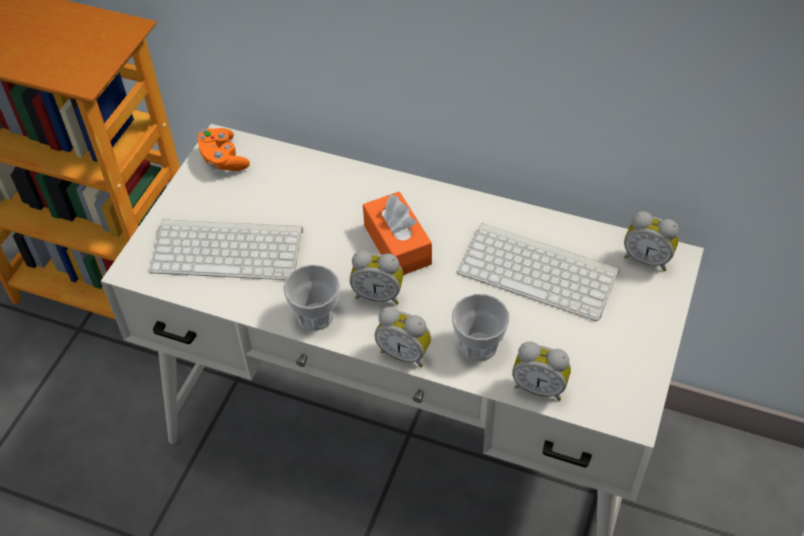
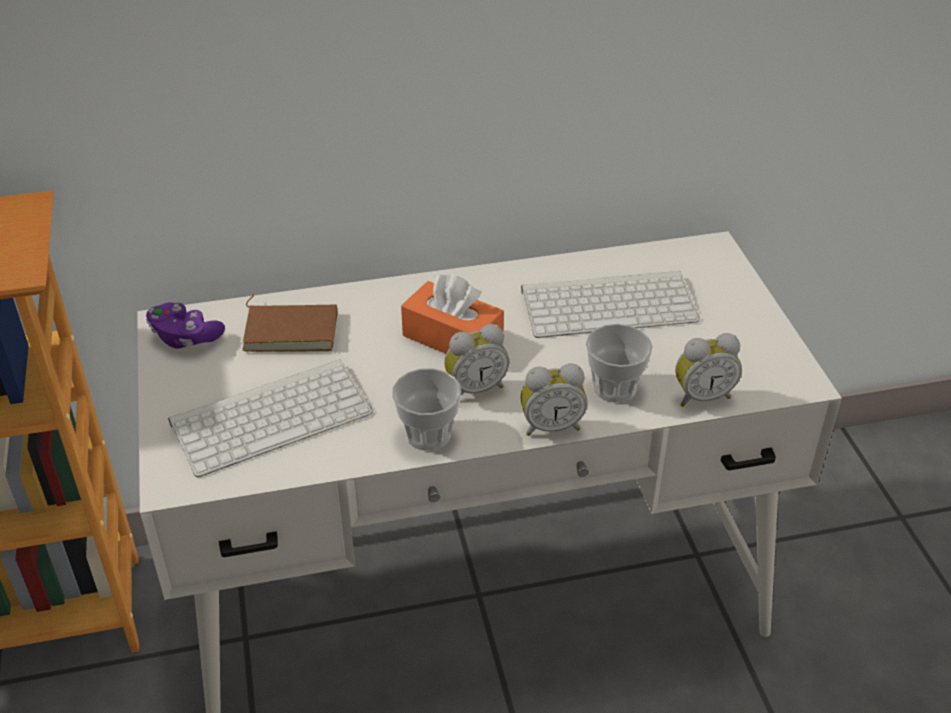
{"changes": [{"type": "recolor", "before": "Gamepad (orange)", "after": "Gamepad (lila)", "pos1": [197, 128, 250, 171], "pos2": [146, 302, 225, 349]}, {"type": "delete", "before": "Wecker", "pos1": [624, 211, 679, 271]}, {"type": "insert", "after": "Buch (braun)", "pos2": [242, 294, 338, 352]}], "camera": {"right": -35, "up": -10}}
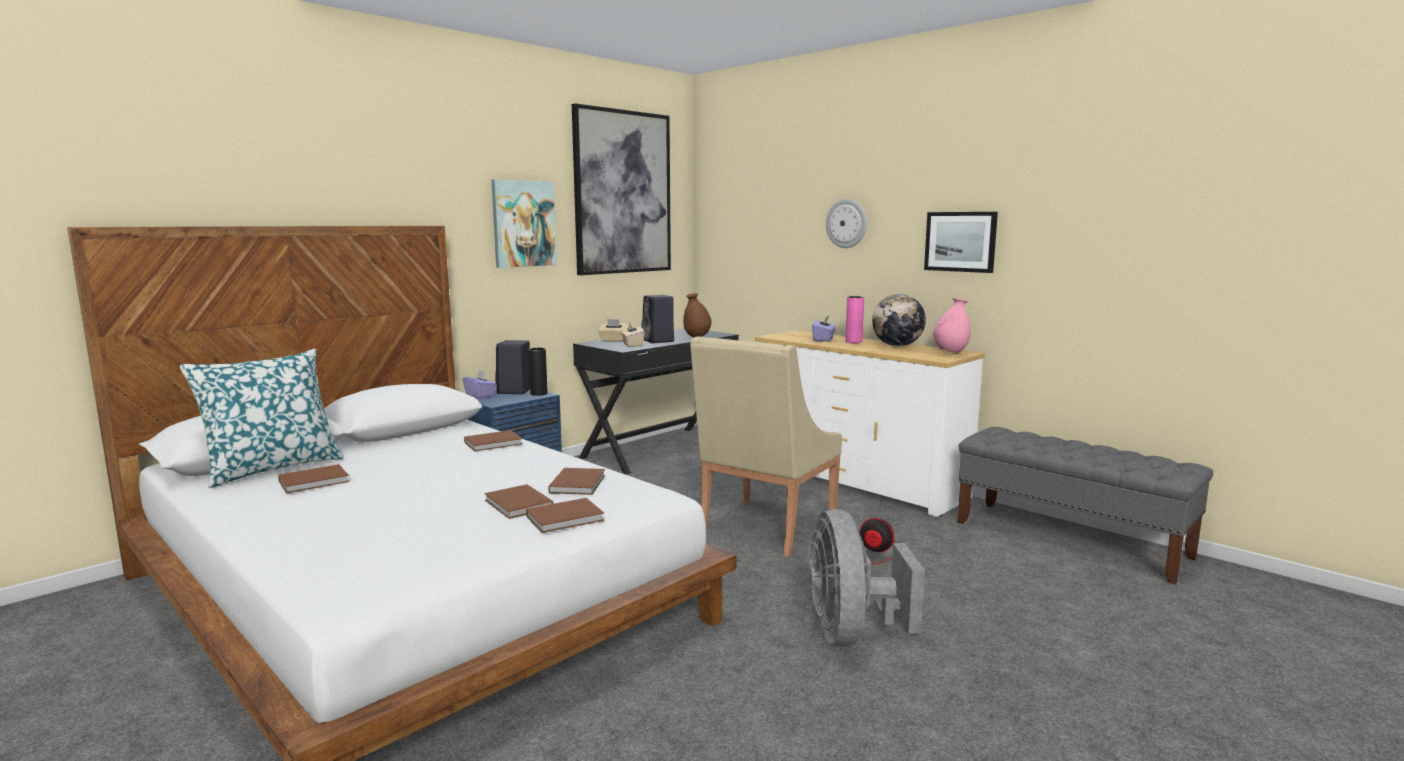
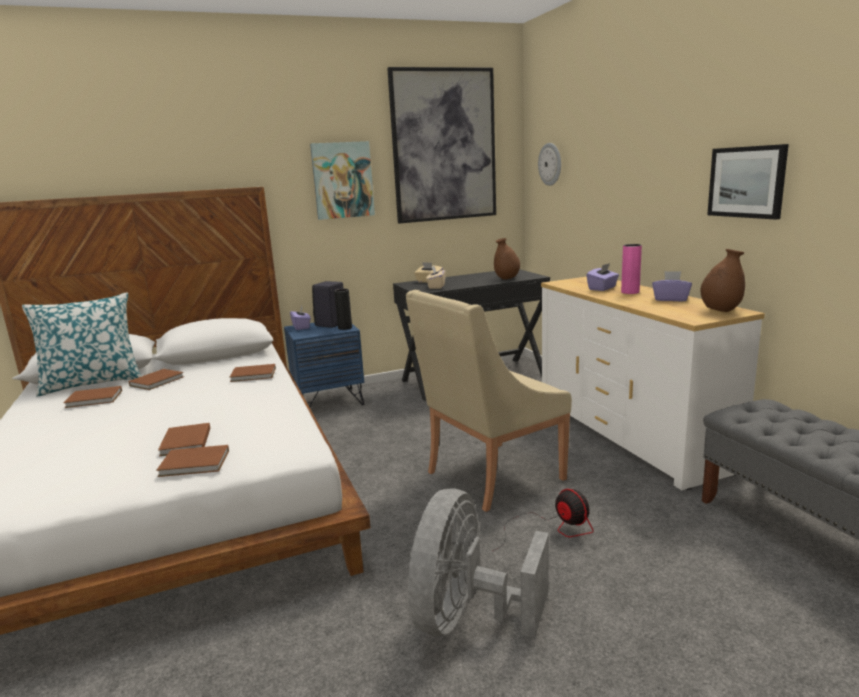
{"changes": [{"type": "move", "before": "Buch (braun)", "pos1": [548, 468, 605, 495], "pos2": [129, 369, 184, 390]}, {"type": "delete", "before": "Lautsprecher (schwarz)", "pos1": [642, 295, 674, 343]}, {"type": "move", "before": "Wanduhr", "pos1": [826, 199, 867, 248], "pos2": [538, 143, 561, 186]}, {"type": "replace", "before": "Globus", "after": "Taschentuchbox (lila)", "pos1": [872, 294, 926, 346], "pos2": [652, 271, 692, 301]}, {"type": "recolor", "before": "Vase (rosa)", "after": "Vase (braun)", "pos1": [933, 298, 970, 353], "pos2": [700, 249, 745, 312]}], "camera": {"right": 25, "up": 5}}
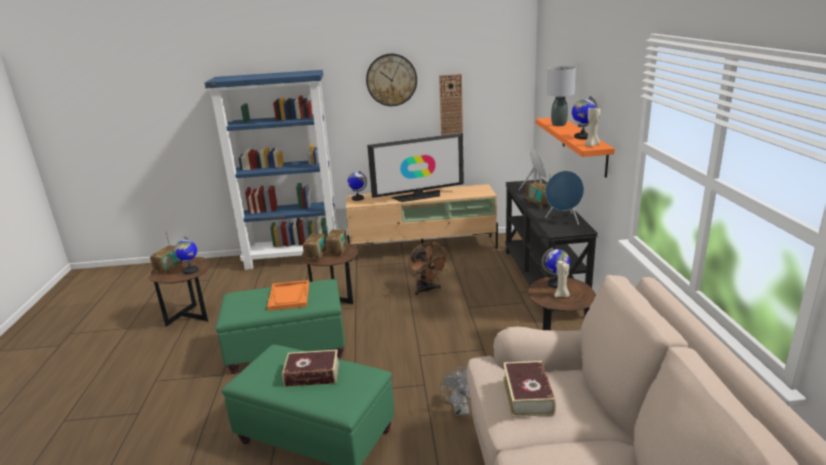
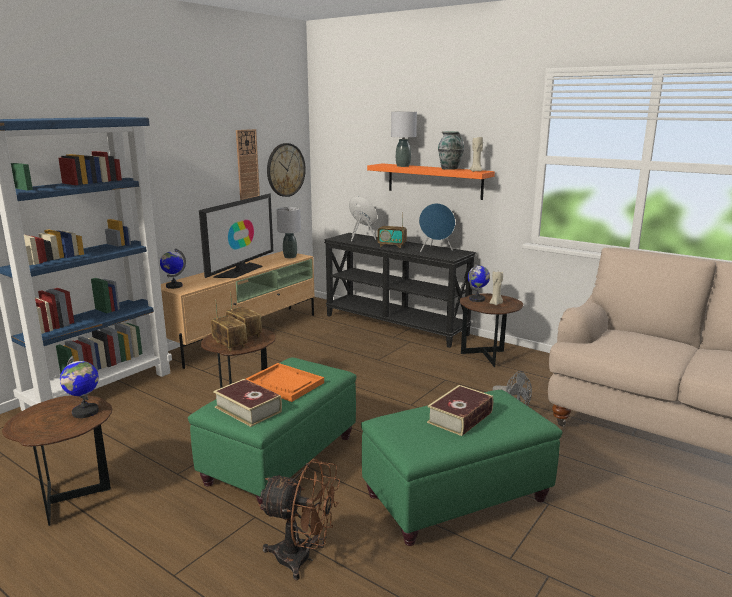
{"changes": [{"type": "delete", "before": "Radio", "pos1": [150, 233, 183, 274]}, {"type": "move", "before": "Wanduhr", "pos1": [366, 54, 417, 106], "pos2": [267, 143, 306, 197]}, {"type": "move", "before": "Ventilator (braun)", "pos1": [408, 242, 449, 295], "pos2": [258, 459, 340, 580]}, {"type": "move", "before": "Buch", "pos1": [503, 361, 556, 417], "pos2": [213, 379, 282, 427]}, {"type": "replace", "before": "Globus", "after": "Vase", "pos1": [572, 96, 598, 139], "pos2": [438, 132, 464, 170]}, {"type": "insert", "after": "Tischlampe (grau)", "pos2": [276, 207, 301, 258]}], "camera": {"right": -50, "up": -5}}
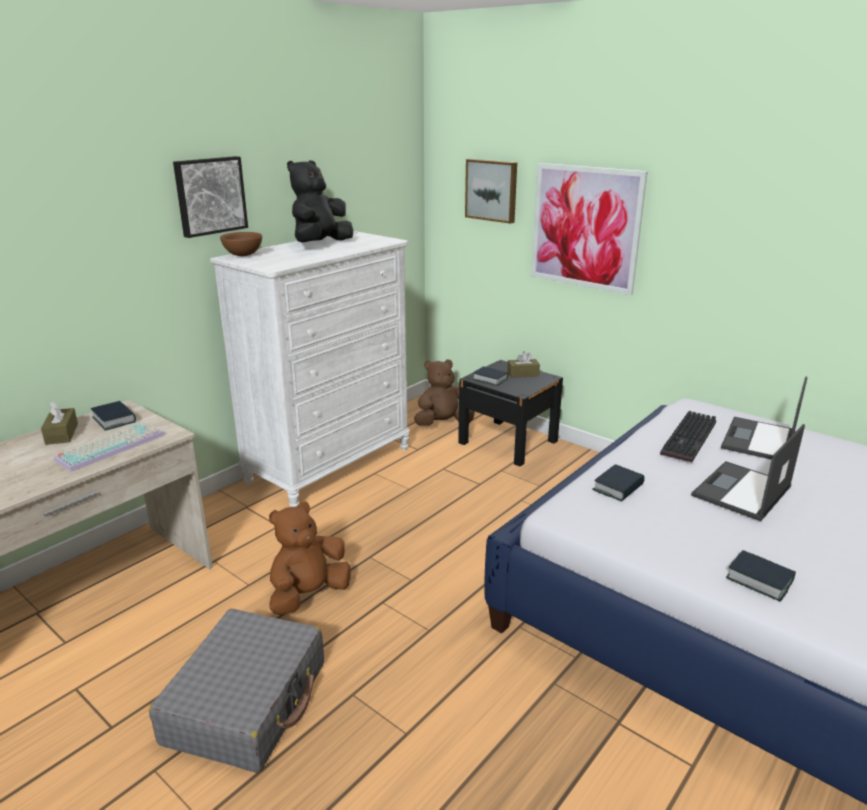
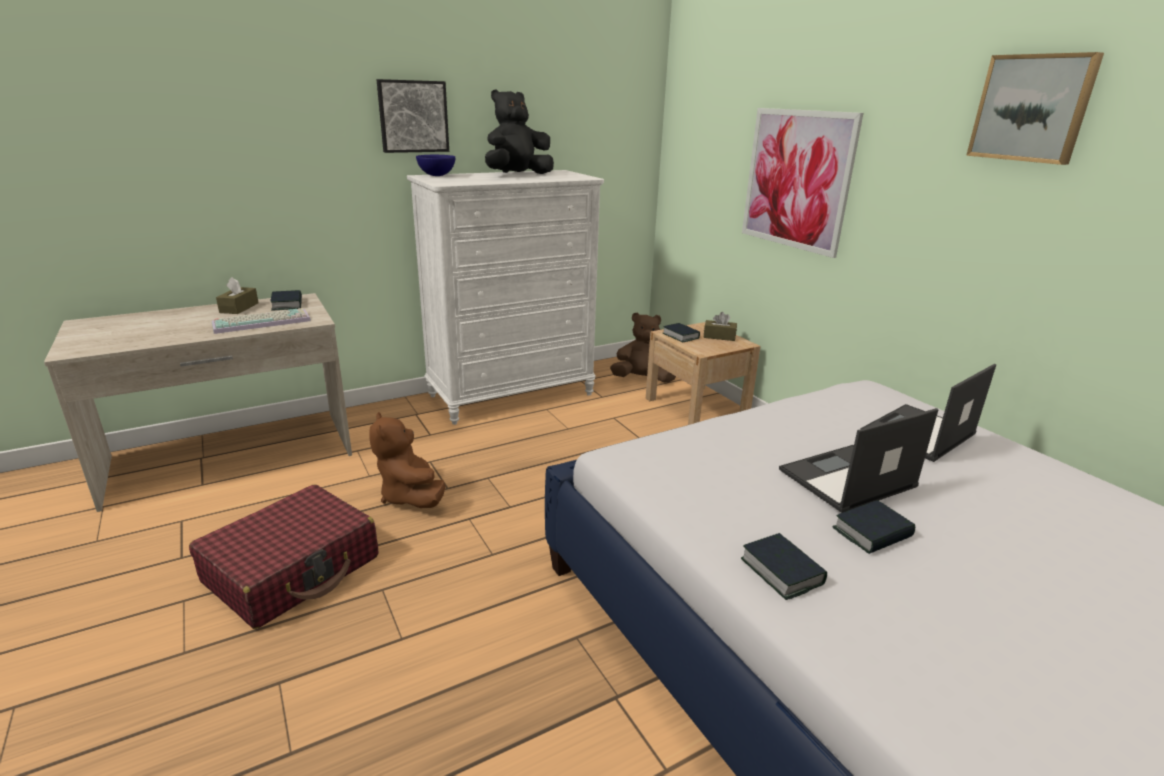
{"changes": [{"type": "recolor", "before": "Koffer (grau)", "after": "Koffer (rot)", "pos1": [149, 609, 324, 773], "pos2": [189, 485, 378, 629]}, {"type": "recolor", "before": "Schüssel (braun)", "after": "Schüssel (blau)", "pos1": [220, 232, 262, 256], "pos2": [416, 155, 456, 176]}, {"type": "rotate", "before": "Plüschtier (braun)", "pos1": [269, 501, 351, 615], "pos2": [369, 412, 446, 508], "turn": -90}, {"type": "recolor", "before": "Nachttisch (schwarz)", "after": "Nachttisch (beige)", "pos1": [458, 360, 563, 466], "pos2": [646, 322, 761, 425]}, {"type": "move", "before": "Bild", "pos1": [465, 159, 517, 224], "pos2": [966, 52, 1104, 165]}, {"type": "move", "before": "Buch", "pos1": [592, 464, 644, 502], "pos2": [832, 500, 915, 554]}, {"type": "delete", "before": "Tastatur", "pos1": [660, 411, 716, 462]}], "camera": {"right": 20, "up": 0}}
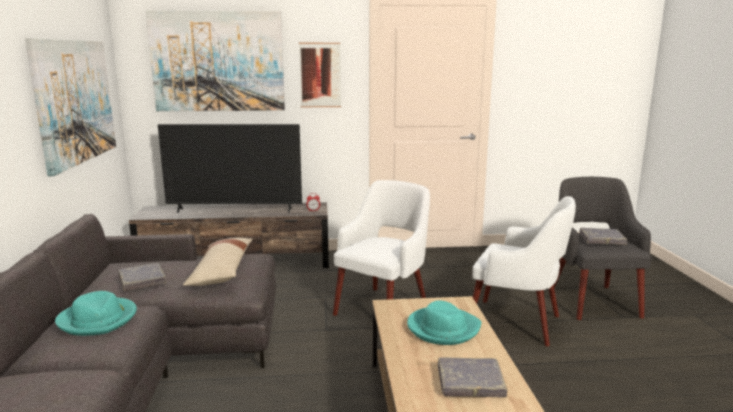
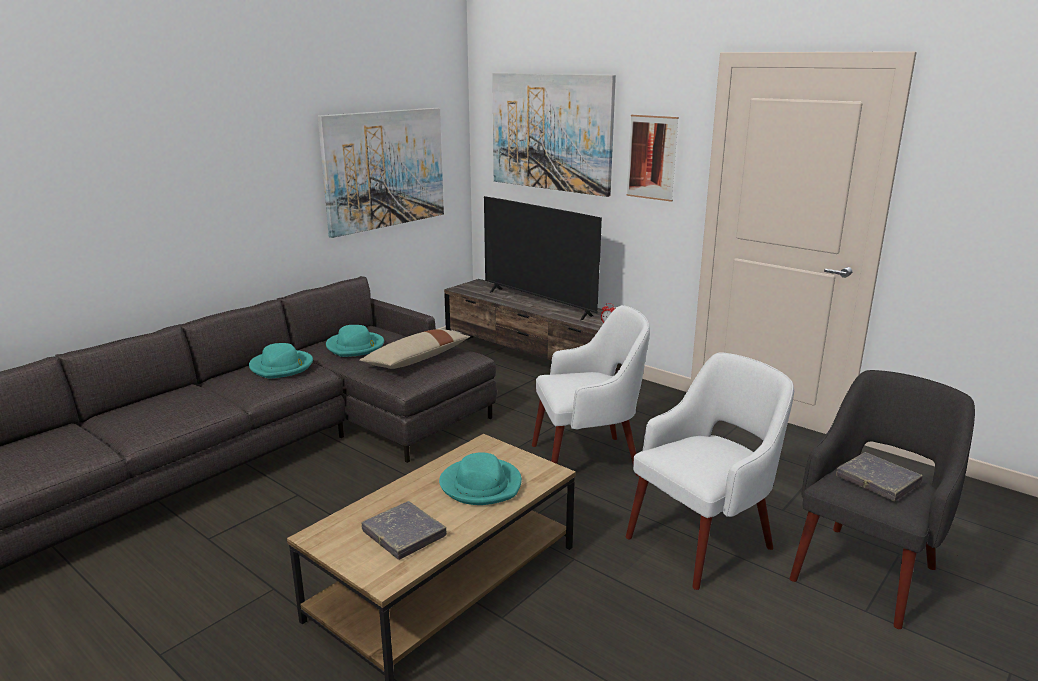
{"changes": [{"type": "replace", "before": "Buch (grau)", "after": "Hut (türkis)", "pos1": [119, 263, 166, 291], "pos2": [326, 325, 384, 357]}, {"type": "rotate", "before": "Sessel (weiß)", "pos1": [472, 196, 576, 346], "pos2": [626, 353, 794, 590], "turn": -105}], "camera": {"right": 45, "up": 5}}
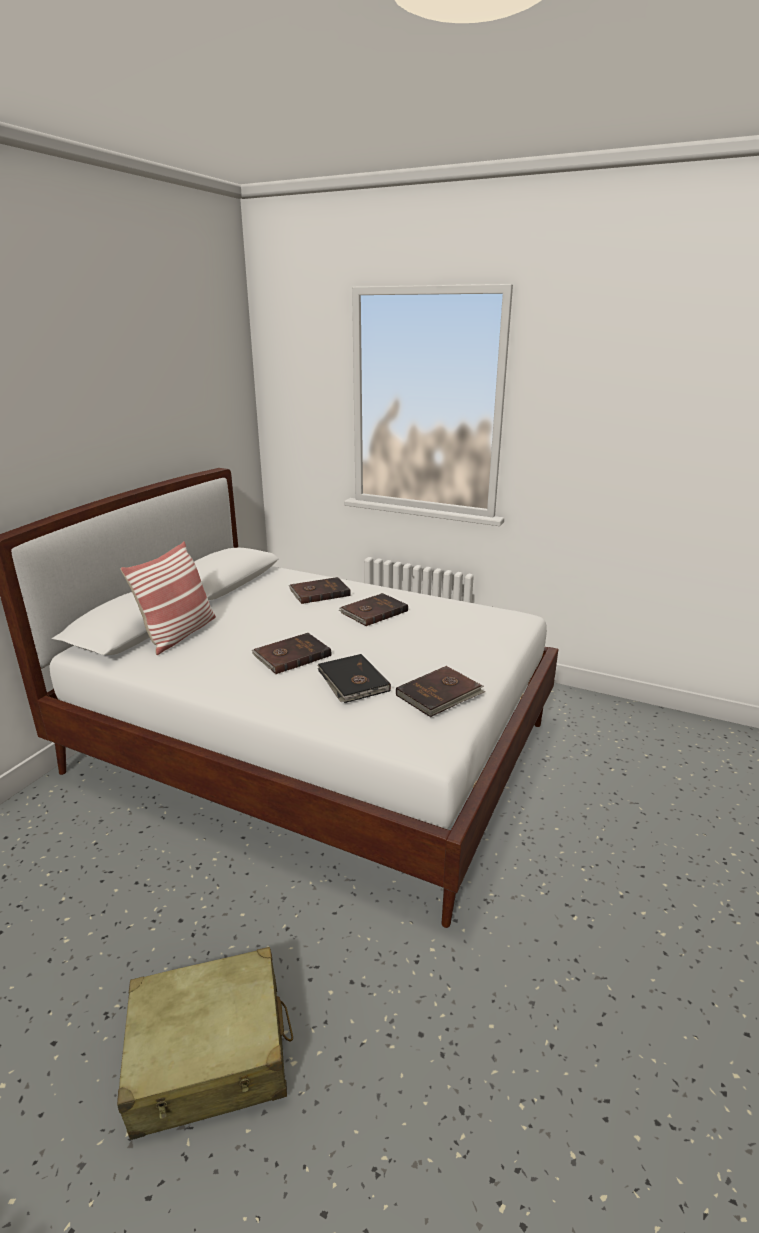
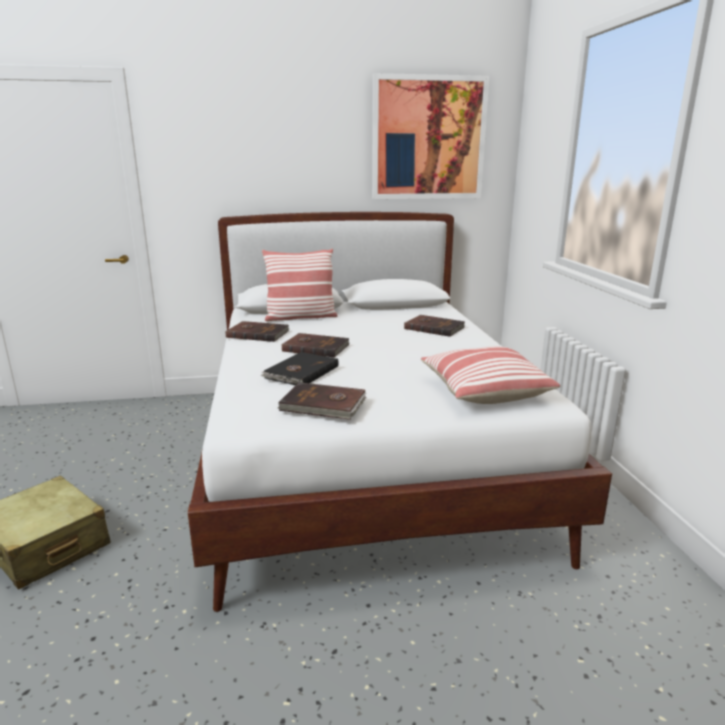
{"changes": [{"type": "move", "before": "Buch (braun)", "pos1": [339, 593, 408, 626], "pos2": [226, 321, 289, 342]}, {"type": "insert", "after": "Bild", "pos2": [372, 73, 489, 199]}, {"type": "insert", "after": "Kissen", "pos2": [421, 347, 560, 404]}], "camera": {"right": 55, "up": -5}}
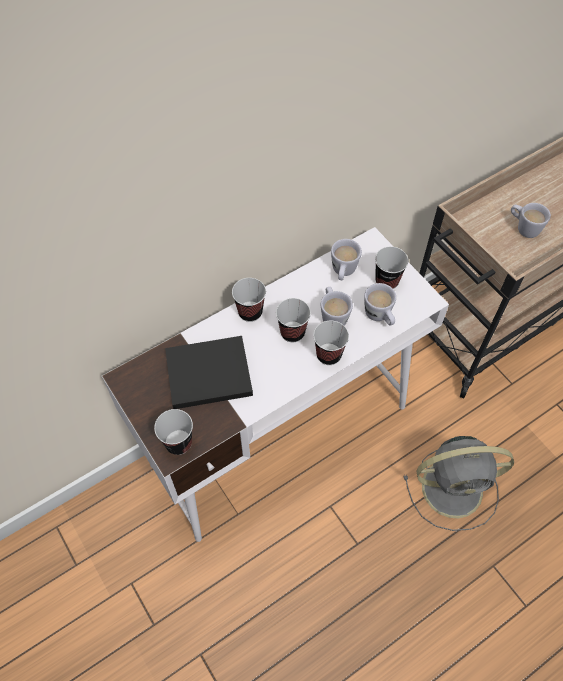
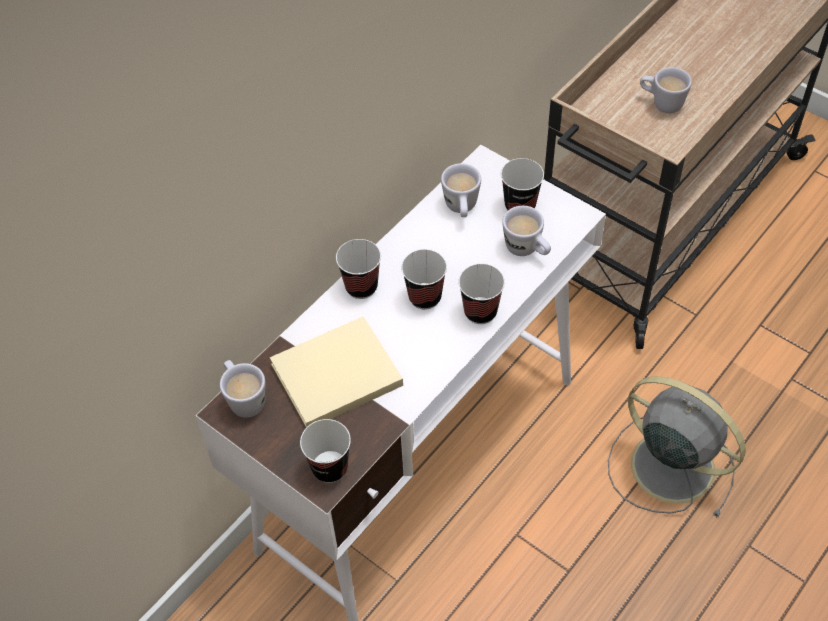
{"changes": [{"type": "recolor", "before": "Buch (schwarz)", "after": "Buch (beige)", "pos1": [165, 336, 253, 409], "pos2": [270, 316, 403, 428]}, {"type": "move", "before": "Henkelbecher (weiß)", "pos1": [321, 287, 353, 326], "pos2": [220, 360, 266, 418]}, {"type": "rotate", "before": "Ventilator (grau)", "pos1": [404, 436, 514, 531], "pos2": [608, 376, 746, 518], "turn": -120}], "camera": {"right": -15, "up": -5}}
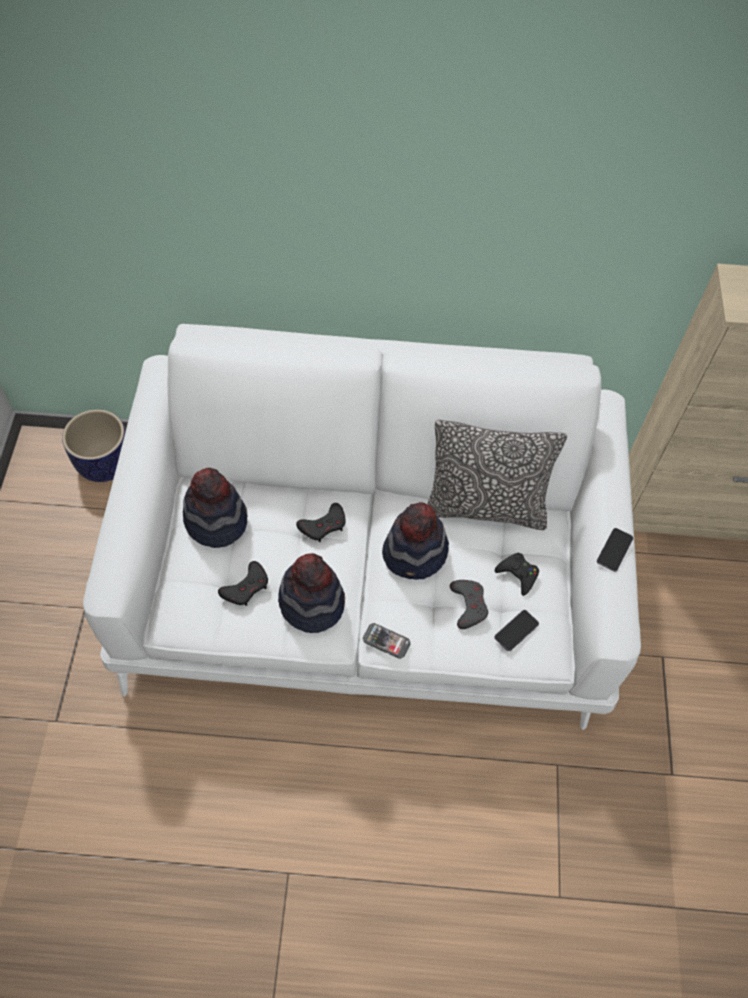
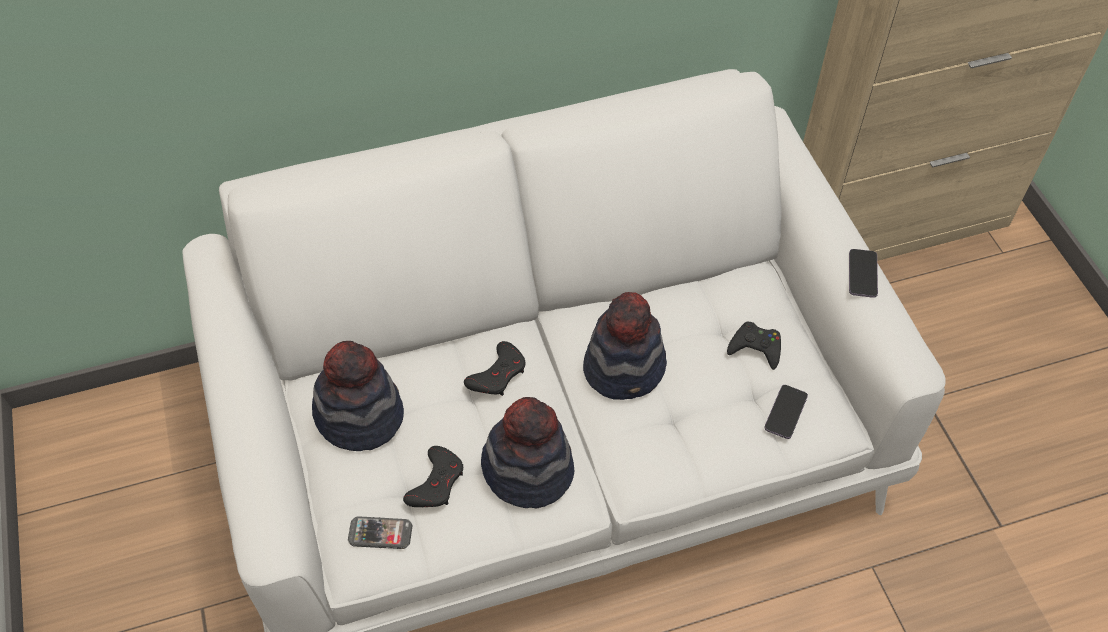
{"changes": [{"type": "delete", "before": "Pflanzkübel", "pos1": [62, 409, 126, 482]}, {"type": "move", "before": "Handy", "pos1": [363, 623, 411, 659], "pos2": [348, 516, 412, 549]}, {"type": "delete", "before": "Kissen", "pos1": [427, 420, 567, 530]}, {"type": "delete", "before": "Gamepad (grau)", "pos1": [450, 580, 488, 629]}], "camera": {"right": -20, "up": -5}}
